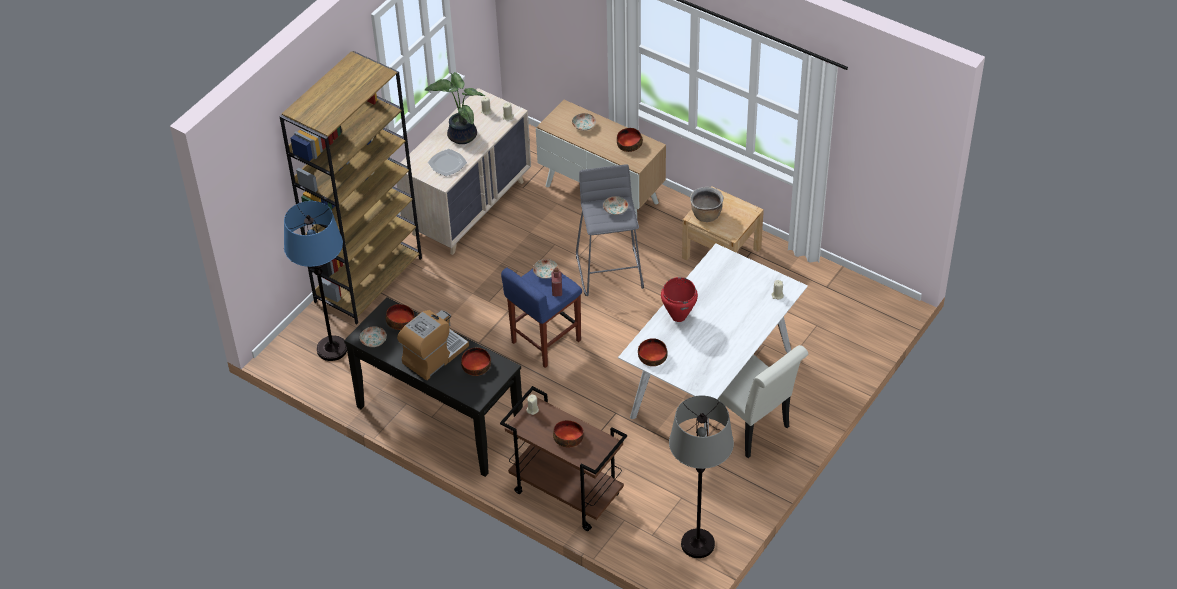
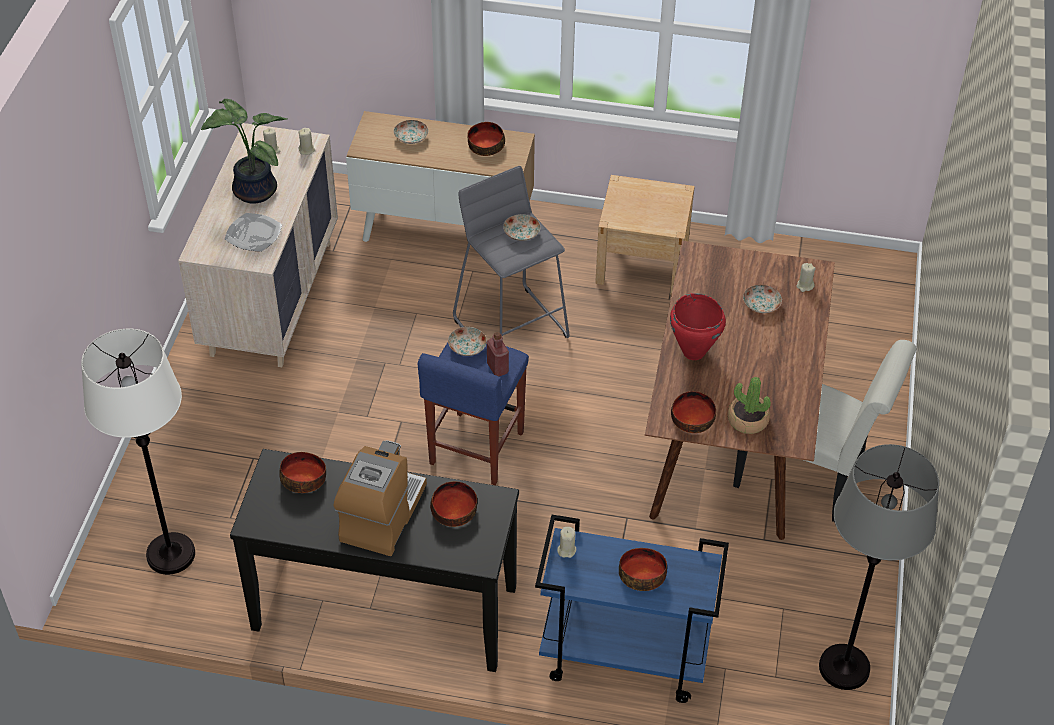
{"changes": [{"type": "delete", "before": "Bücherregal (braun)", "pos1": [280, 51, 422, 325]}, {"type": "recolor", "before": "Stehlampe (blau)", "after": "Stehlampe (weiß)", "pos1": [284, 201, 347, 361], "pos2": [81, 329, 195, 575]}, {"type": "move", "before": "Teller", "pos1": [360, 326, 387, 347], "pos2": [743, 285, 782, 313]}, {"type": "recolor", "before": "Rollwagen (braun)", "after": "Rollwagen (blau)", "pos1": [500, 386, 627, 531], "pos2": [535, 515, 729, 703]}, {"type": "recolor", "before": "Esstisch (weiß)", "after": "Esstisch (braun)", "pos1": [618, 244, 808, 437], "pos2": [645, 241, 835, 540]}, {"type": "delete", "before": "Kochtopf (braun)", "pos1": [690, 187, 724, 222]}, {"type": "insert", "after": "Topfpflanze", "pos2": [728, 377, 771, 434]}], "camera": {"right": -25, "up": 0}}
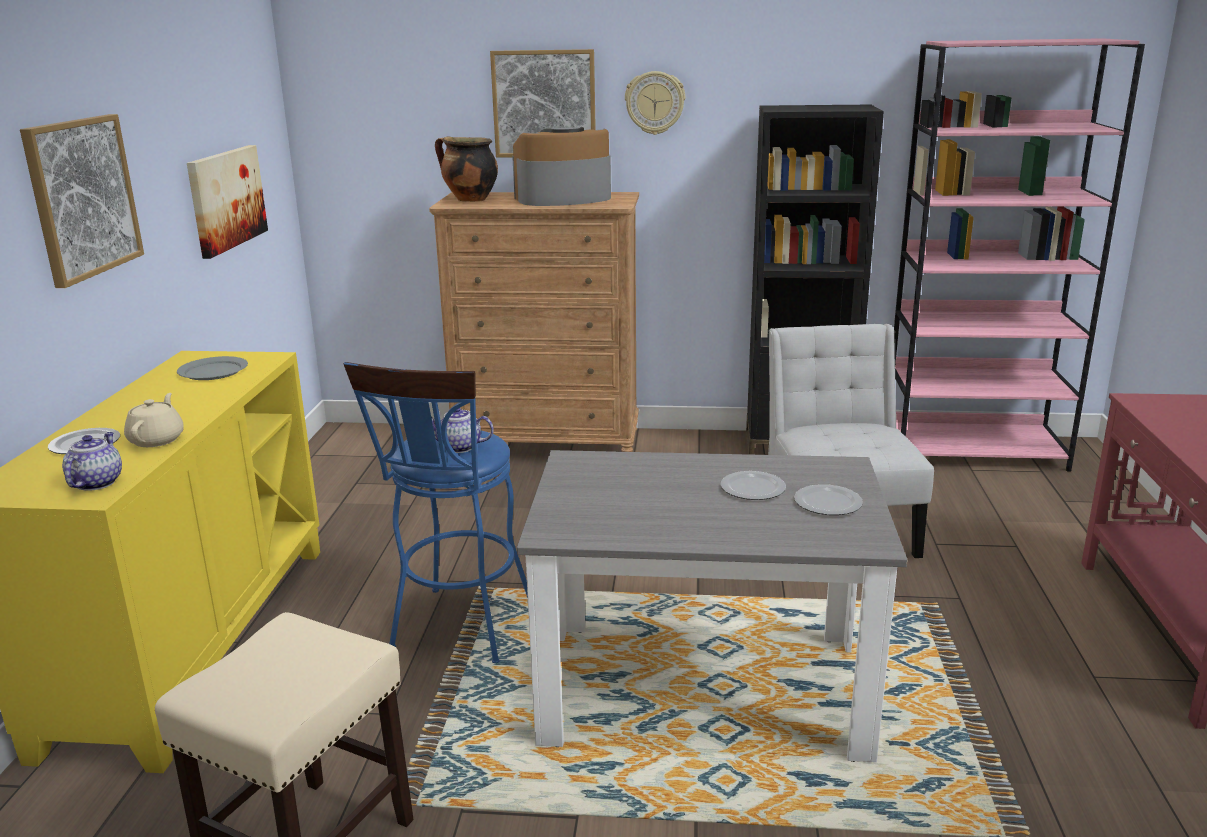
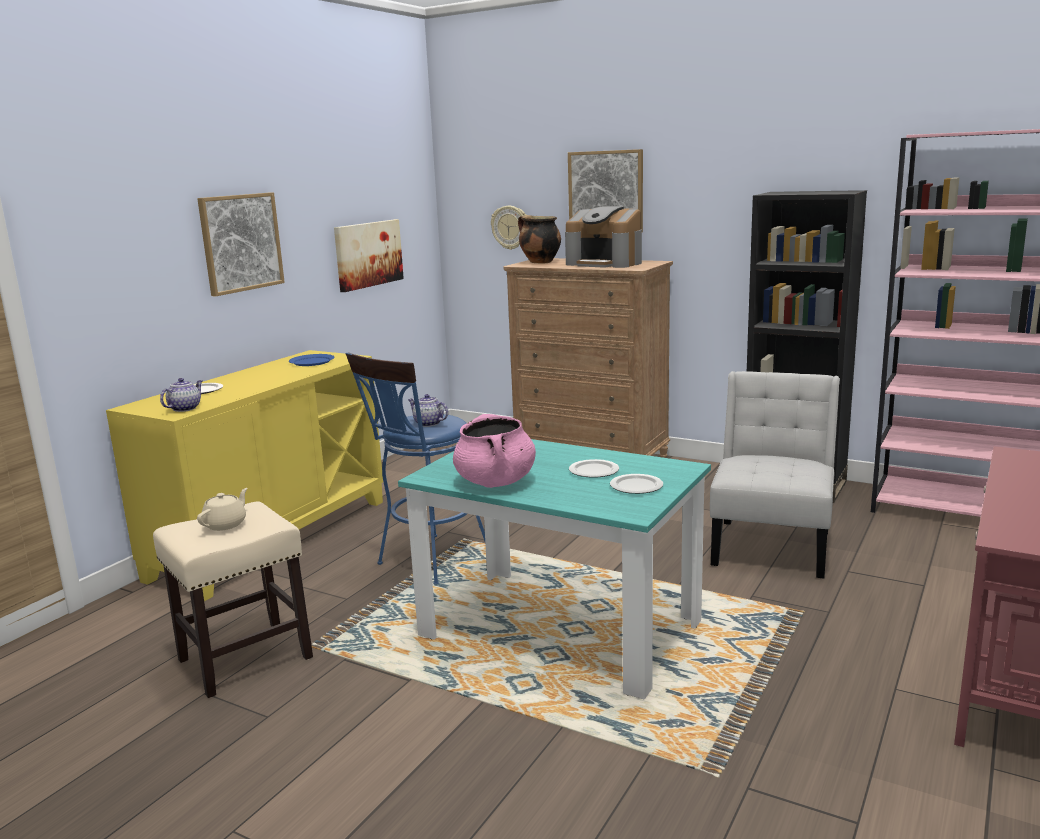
{"changes": [{"type": "move", "before": "Teekanne (beige)", "pos1": [124, 393, 184, 447], "pos2": [197, 488, 248, 531]}, {"type": "recolor", "before": "Teller (grau)", "after": "Teller (blau)", "pos1": [177, 356, 248, 380], "pos2": [289, 354, 335, 366]}, {"type": "rotate", "before": "Kaffeemaschine", "pos1": [512, 127, 611, 206], "pos2": [565, 206, 642, 268], "turn": -150}, {"type": "recolor", "before": "Esstisch (grau)", "after": "Esstisch (türkis)", "pos1": [517, 450, 907, 762], "pos2": [398, 439, 711, 700]}, {"type": "move", "before": "Wanduhr", "pos1": [625, 71, 685, 135], "pos2": [491, 206, 526, 250]}, {"type": "insert", "after": "Kochtopf (rosa)", "pos2": [453, 414, 536, 488]}], "camera": {"right": 25, "up": -5}}
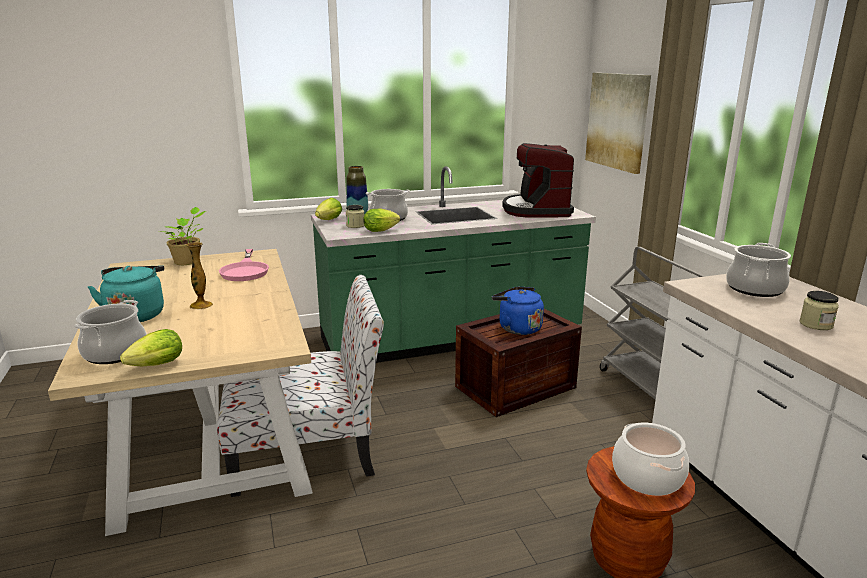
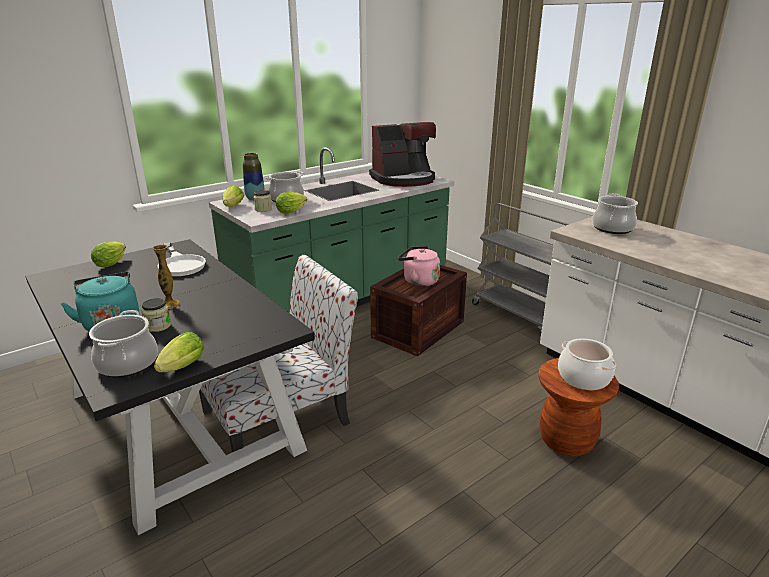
{"changes": [{"type": "recolor", "before": "Esstisch (beige)", "after": "Esstisch (schwarz)", "pos1": [48, 249, 313, 536], "pos2": [25, 239, 315, 535]}, {"type": "replace", "before": "Topfpflanze", "after": "Salatkopf", "pos1": [157, 207, 206, 265], "pos2": [91, 241, 126, 268]}, {"type": "recolor", "before": "Pfanne (rosa)", "after": "Pfanne (weiß)", "pos1": [219, 249, 269, 281], "pos2": [157, 242, 206, 276]}, {"type": "recolor", "before": "Wasserkessel (blau)", "after": "Wasserkessel (rosa)", "pos1": [492, 287, 544, 335], "pos2": [398, 246, 440, 287]}, {"type": "rotate", "before": "Kaffeemaschine", "pos1": [502, 143, 574, 218], "pos2": [369, 122, 436, 187], "turn": -90}, {"type": "delete", "before": "Bild", "pos1": [585, 73, 651, 174]}, {"type": "move", "before": "Vorratsglas", "pos1": [799, 291, 839, 330], "pos2": [142, 298, 171, 332]}], "camera": {"right": -20, "up": 5}}
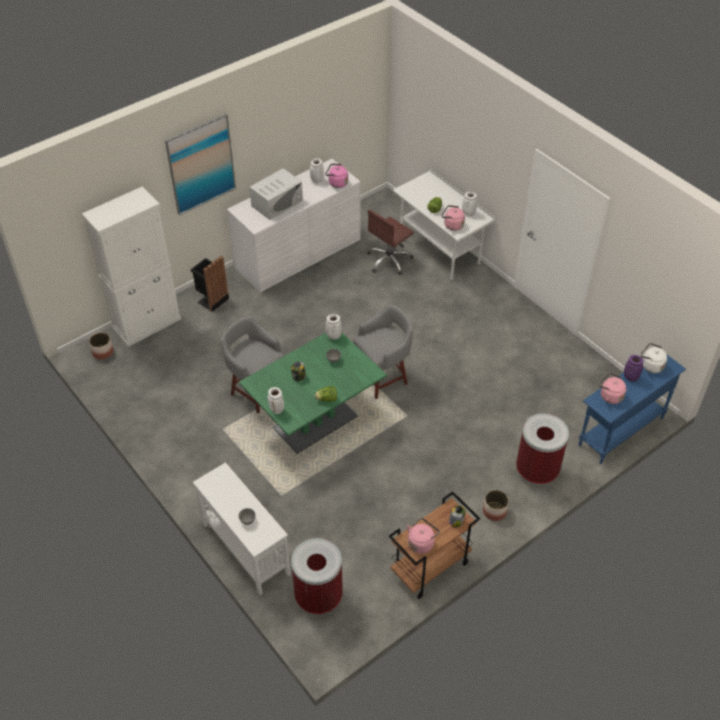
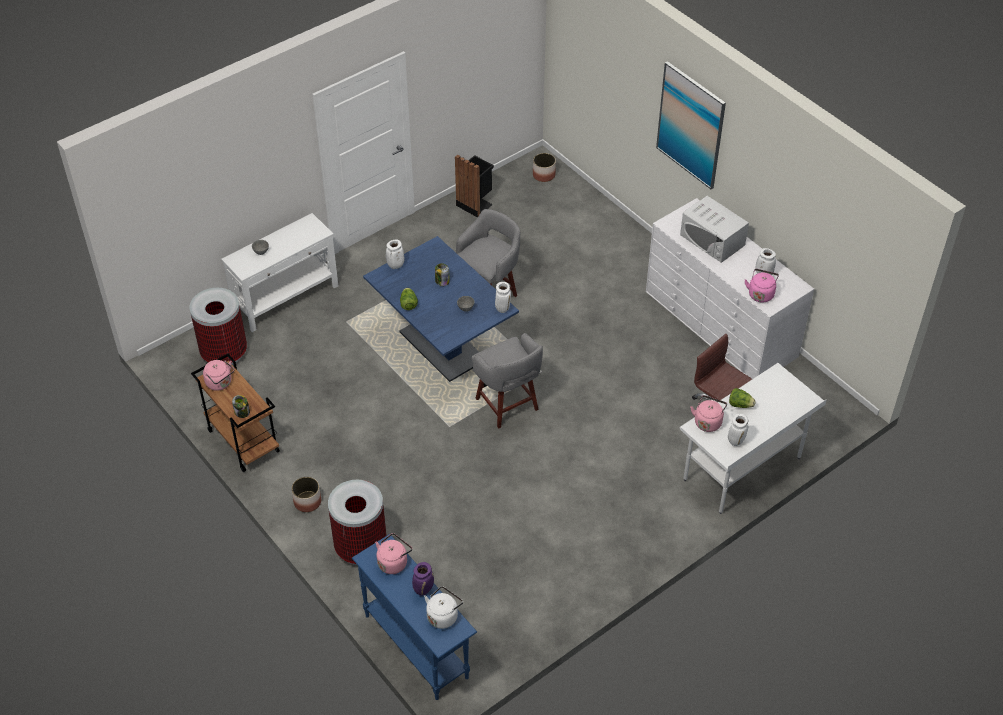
{"changes": [{"type": "delete", "before": "Schrank (weiß)", "pos1": [82, 187, 181, 347]}, {"type": "move", "before": "Mülleimer (schwarz)", "pos1": [190, 256, 229, 312], "pos2": [455, 155, 494, 217]}, {"type": "recolor", "before": "Esstisch (grün)", "after": "Esstisch (blau)", "pos1": [239, 333, 387, 454], "pos2": [363, 236, 519, 382]}], "camera": {"right": 90, "up": 0}}
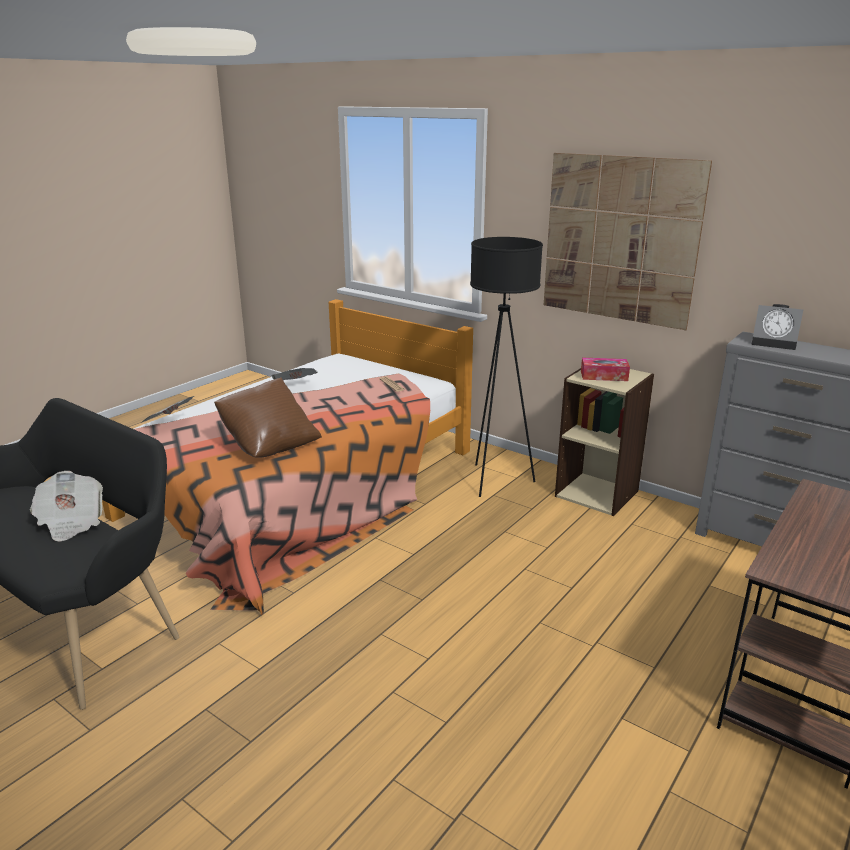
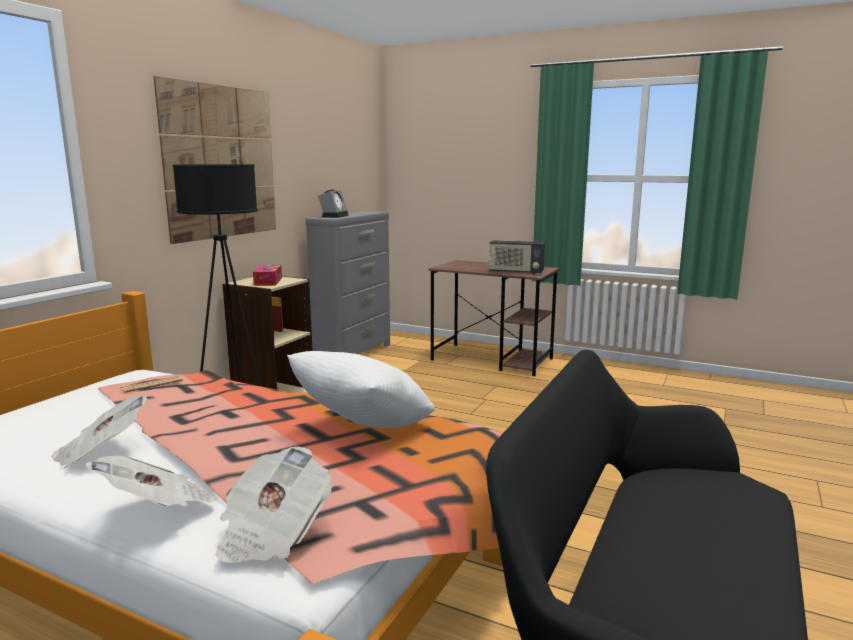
{"changes": [{"type": "move", "before": "Zeitung", "pos1": [30, 471, 103, 542], "pos2": [84, 455, 217, 506]}, {"type": "recolor", "before": "Kissen (braun)", "after": "Kissen (weiß)", "pos1": [214, 377, 322, 458], "pos2": [287, 351, 435, 428]}, {"type": "insert", "after": "Radio", "pos2": [488, 240, 545, 274]}], "camera": {"right": -100, "up": -10}}
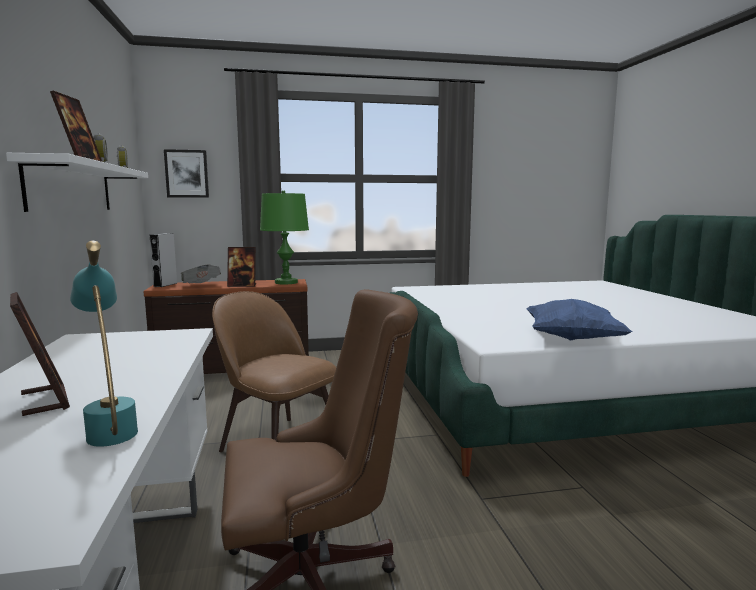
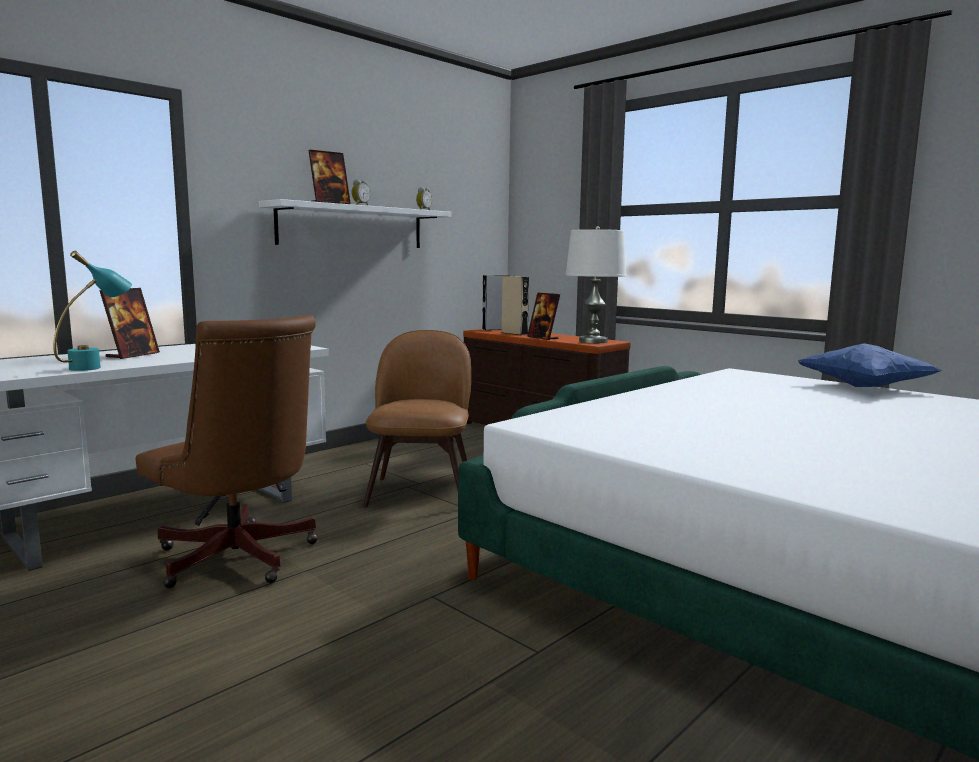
{"changes": [{"type": "delete", "before": "Bild", "pos1": [164, 149, 209, 198]}, {"type": "replace", "before": "Zeitung", "after": "Lautsprecher (beige)", "pos1": [181, 265, 221, 283], "pos2": [502, 276, 529, 335]}, {"type": "recolor", "before": "Tischlampe (grün)", "after": "Tischlampe (weiß)", "pos1": [260, 190, 309, 284], "pos2": [566, 226, 626, 343]}, {"type": "move", "before": "Kissen (blau)", "pos1": [527, 299, 632, 340], "pos2": [797, 343, 943, 387]}], "camera": {"right": 55, "up": 0}}
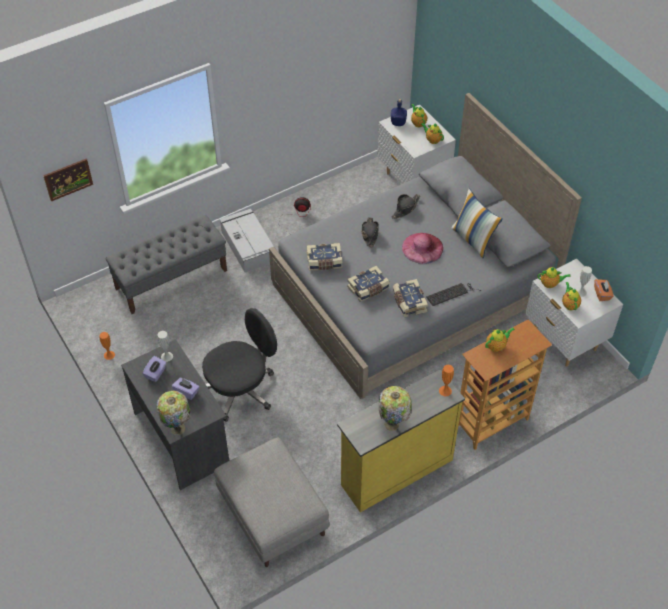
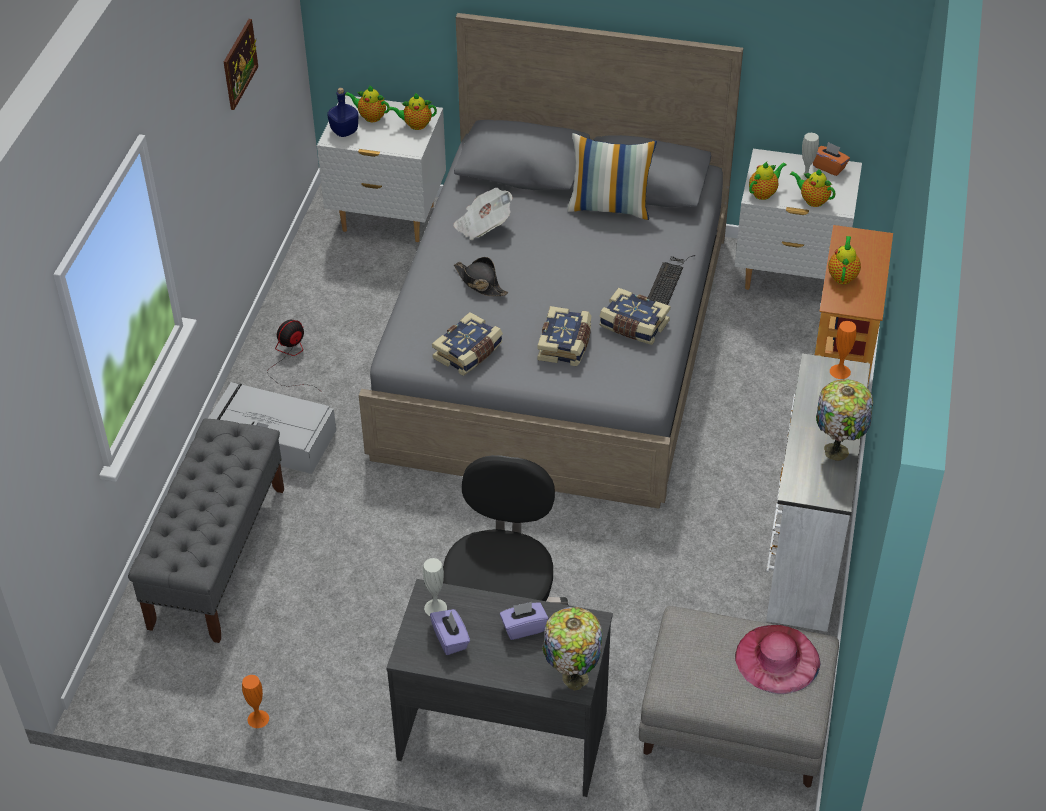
{"changes": [{"type": "move", "before": "Bild", "pos1": [43, 159, 93, 202], "pos2": [224, 19, 258, 110]}, {"type": "recolor", "before": "Kommode (gelb)", "after": "Kommode (weiß)", "pos1": [337, 369, 465, 512], "pos2": [766, 353, 870, 632]}, {"type": "replace", "before": "Hut (schwarz)", "after": "Zeitung", "pos1": [391, 194, 420, 219], "pos2": [454, 188, 513, 240]}, {"type": "move", "before": "Hut (rosa)", "pos1": [402, 233, 443, 264], "pos2": [735, 625, 821, 694]}], "camera": {"right": -45, "up": -5}}
